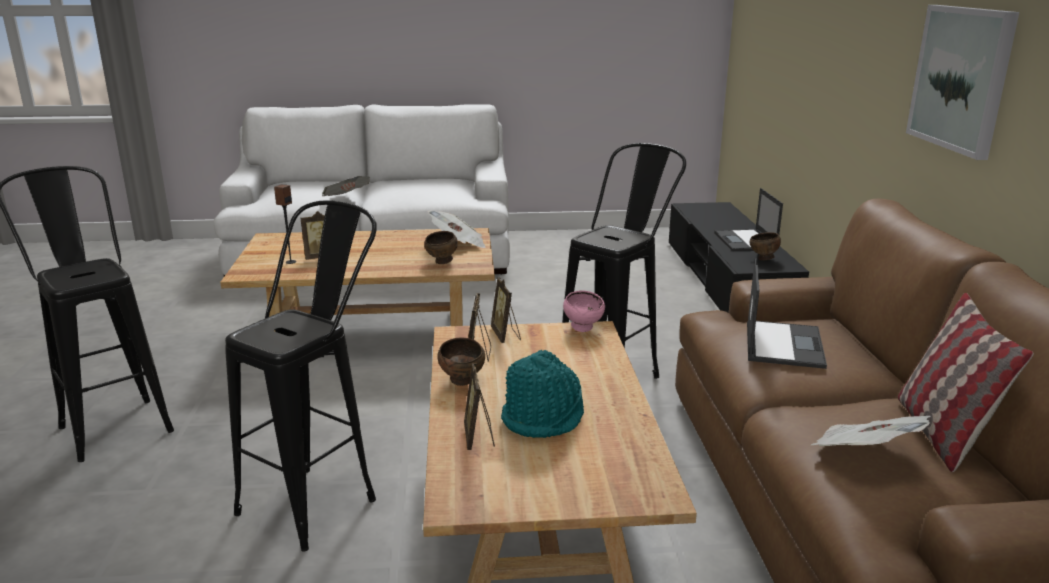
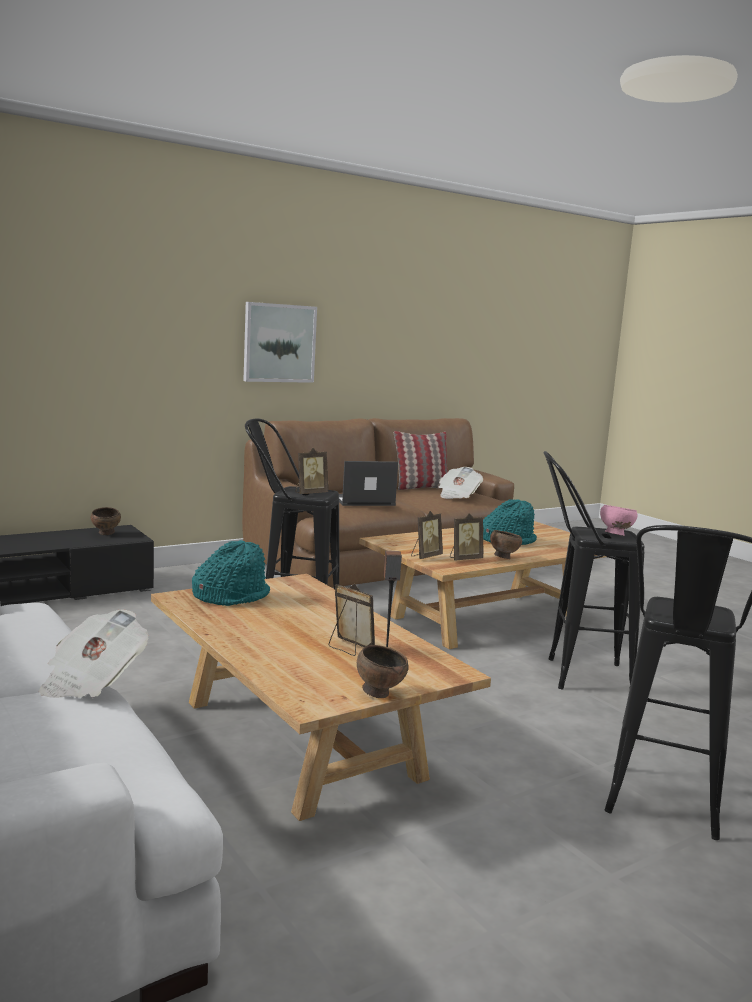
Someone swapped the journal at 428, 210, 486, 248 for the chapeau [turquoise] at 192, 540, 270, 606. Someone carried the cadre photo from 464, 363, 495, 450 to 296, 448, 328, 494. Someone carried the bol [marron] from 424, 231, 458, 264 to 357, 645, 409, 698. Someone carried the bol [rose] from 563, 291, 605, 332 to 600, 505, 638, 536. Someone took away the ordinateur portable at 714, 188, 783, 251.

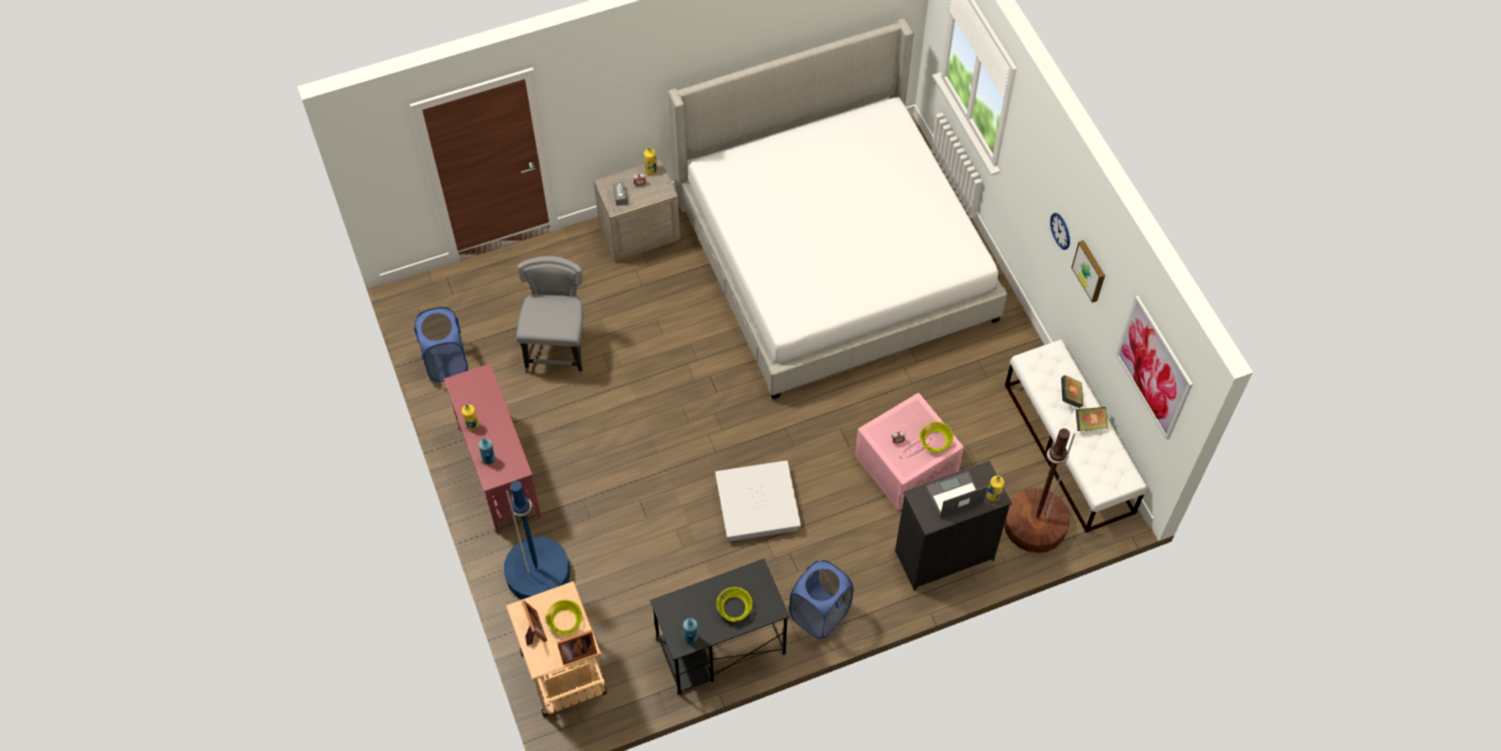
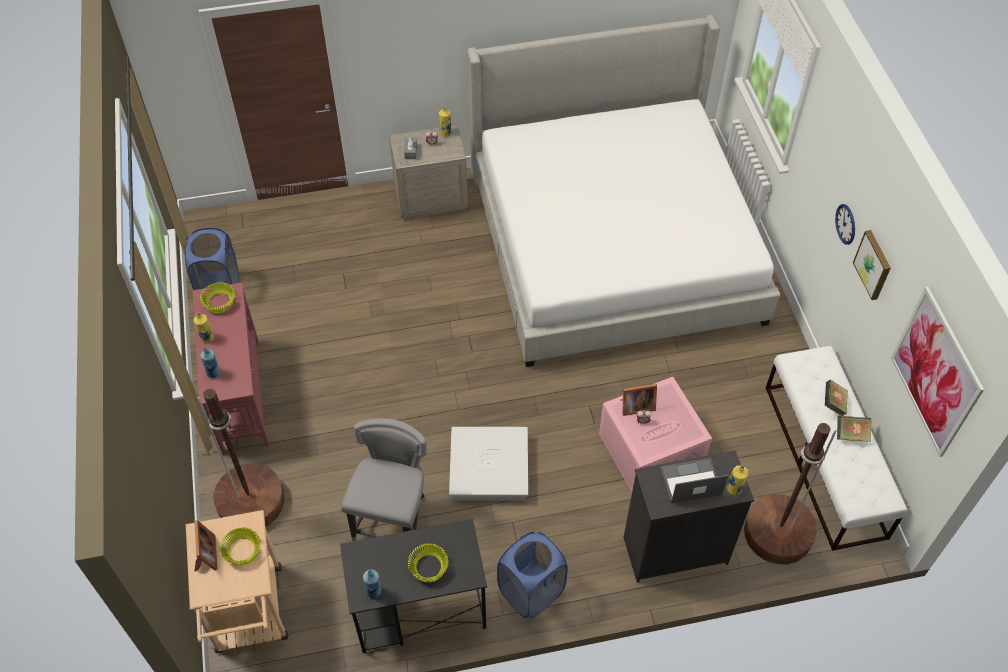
Someone repainted the lampadaire [bleu] at 504, 481, 570, 600, which became the lampadaire [marron] at 197, 389, 285, 527. Someone carried the bol [jaune] from 920, 421, 953, 453 to 200, 282, 235, 313. Someone carried the chaise [gris] from 516, 256, 584, 376 to 341, 418, 427, 541. Someone carried the cadre photo from 557, 630, 597, 665 to 621, 384, 657, 416.

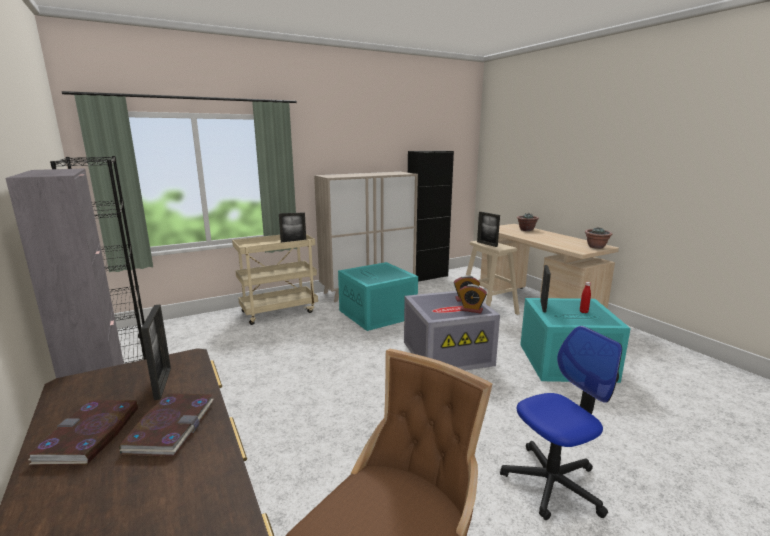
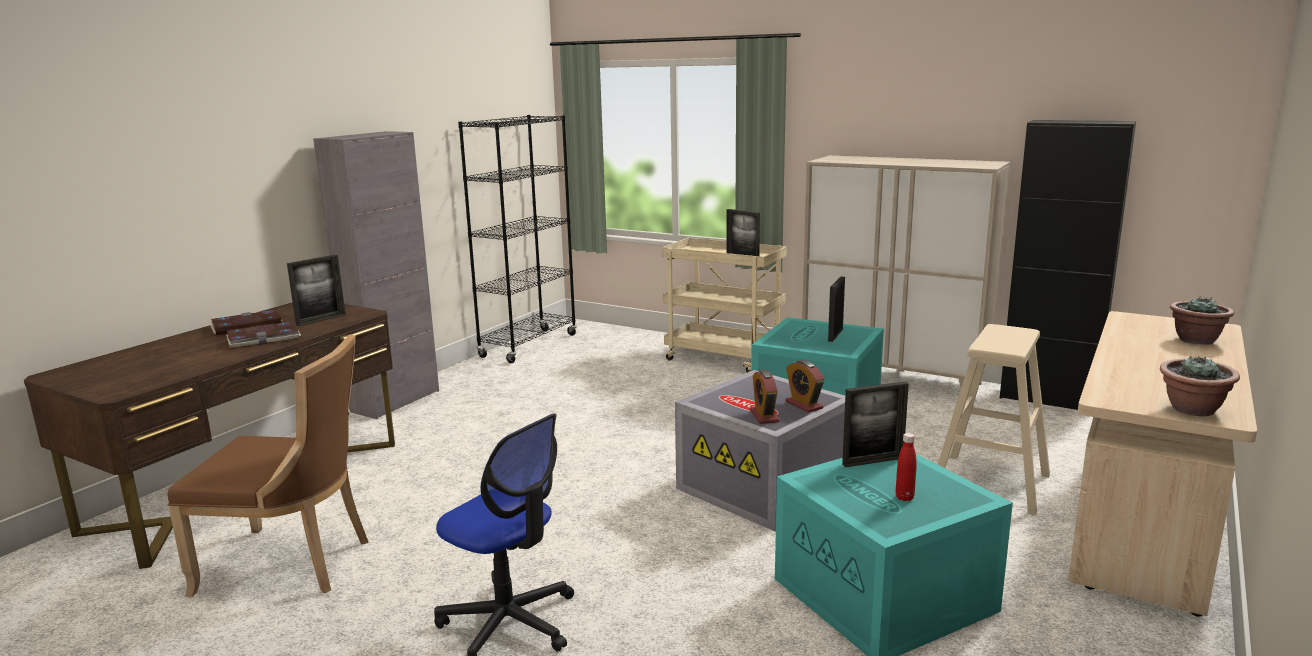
Someone carried the cadre photo from 477, 212, 500, 247 to 828, 277, 845, 342.

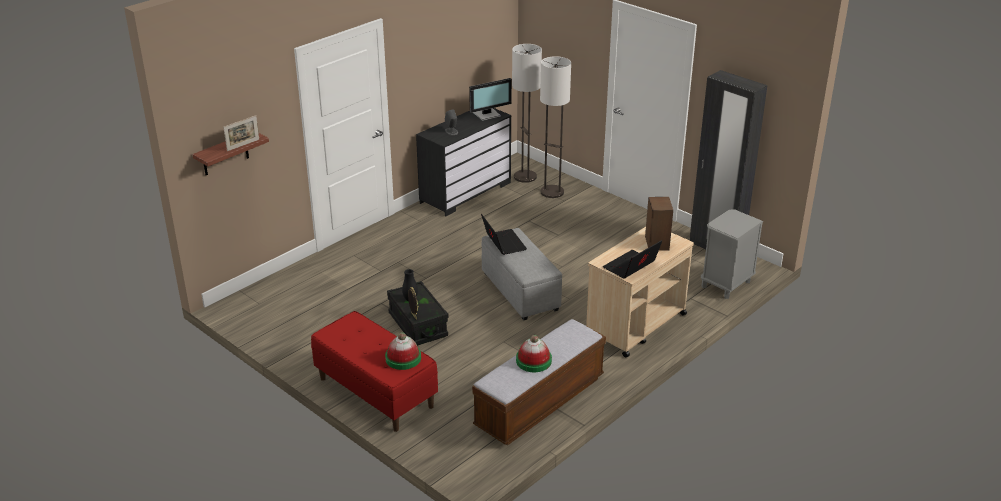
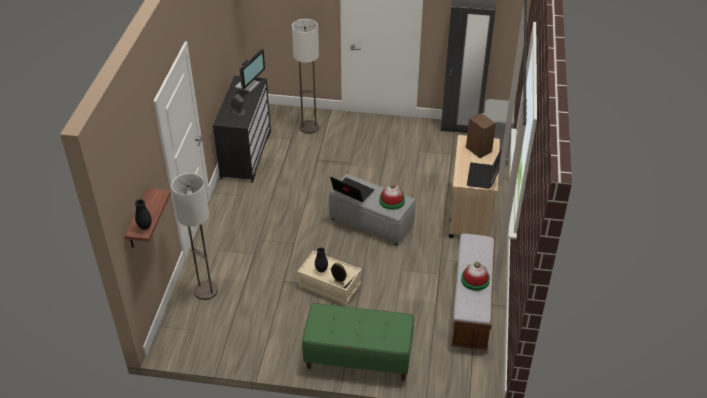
Someone put down the vase [noir] at 135, 199, 152, 230. Someone carried the lampadaire from 512, 44, 542, 183 to 171, 173, 218, 300. Someone repainted the boîte de rangement [noir] at 387, 281, 448, 346, which became the boîte de rangement [beige] at 297, 251, 362, 305. Someone repainted the banc [rouge] at 311, 311, 438, 432, which became the banc [vert] at 302, 303, 414, 381. Someone carried the chapeau from 385, 332, 421, 370 to 379, 183, 405, 210. Someone took away the cadre photo at 223, 115, 259, 151.

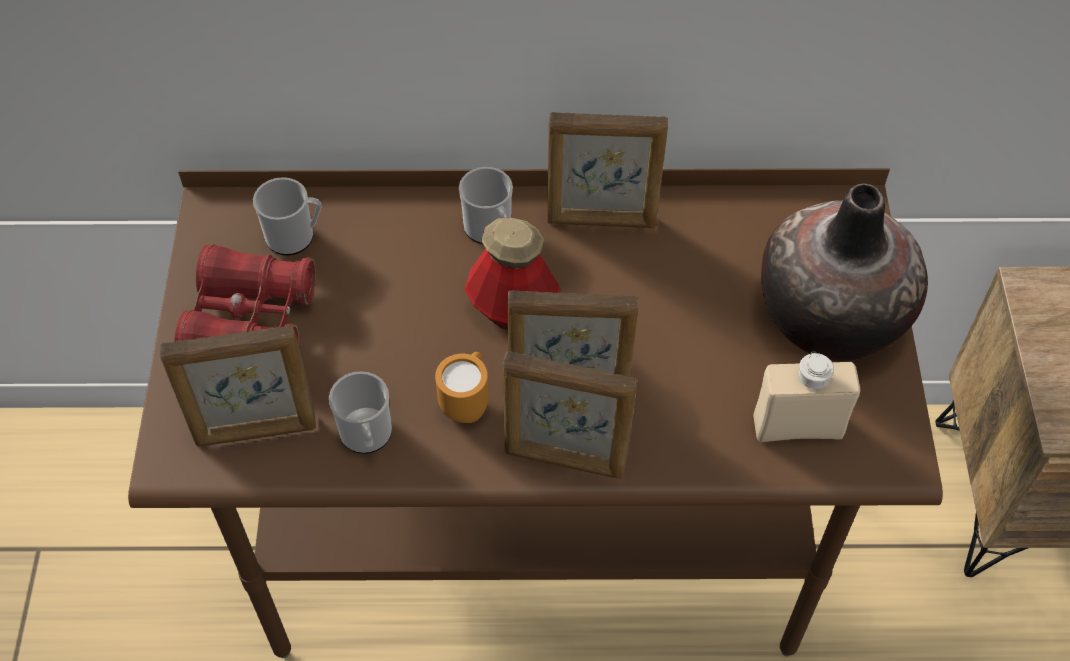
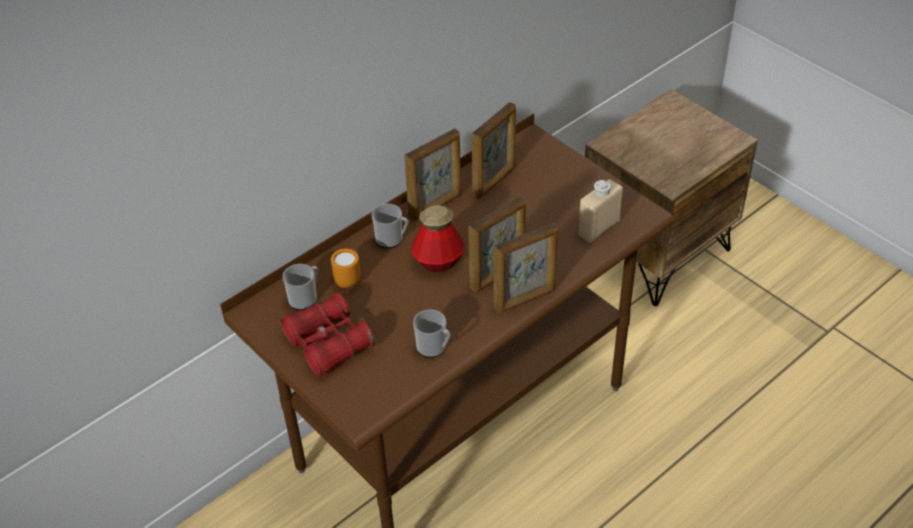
Someone carried the mug [orange] from 435, 352, 489, 423 to 331, 248, 360, 288. Someone carried the cadre photo from 159, 325, 316, 447 to 472, 102, 516, 199. Someone took away the vase at 761, 183, 928, 361.

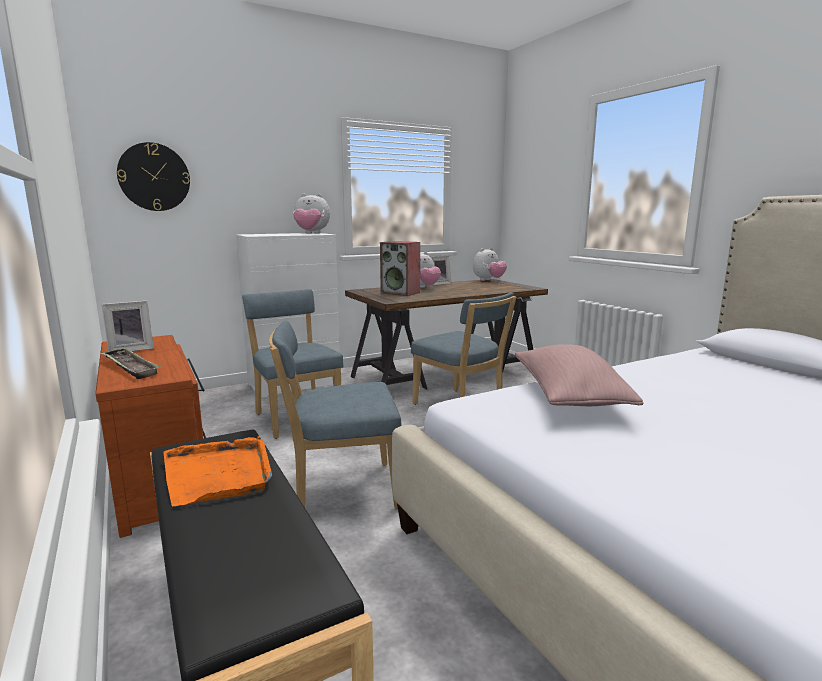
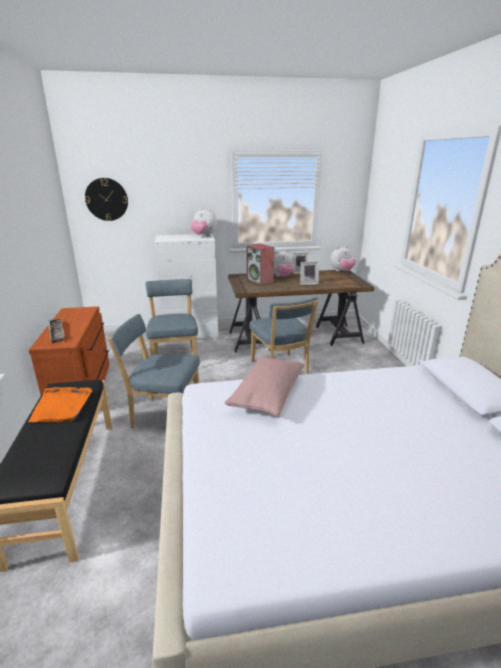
Someone carried the cadre photo from 102, 301, 154, 351 to 301, 261, 319, 285.

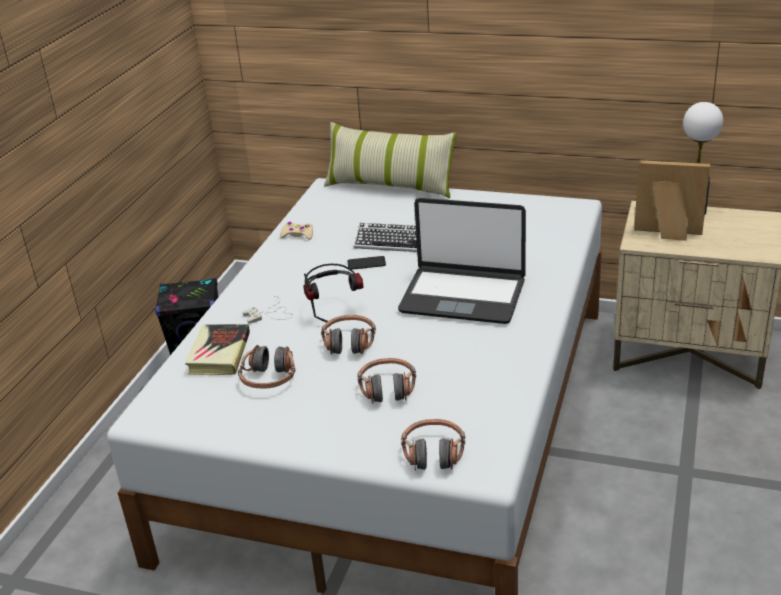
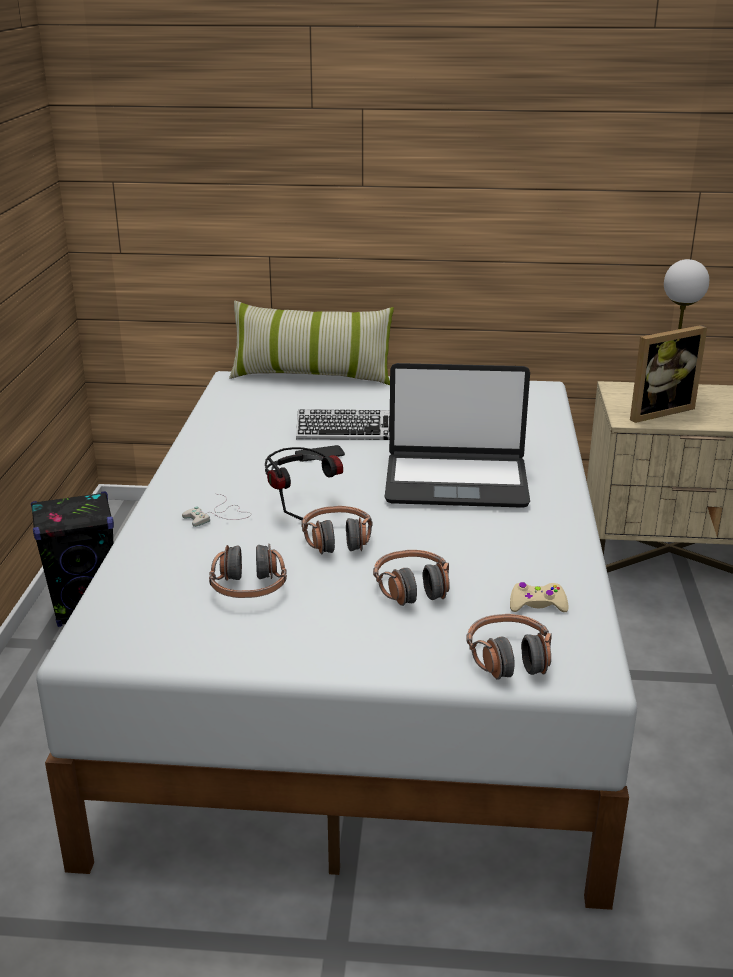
Someone carried the manette [beige] from 280, 222, 313, 240 to 510, 582, 569, 612. Someone rotated the cadre photo at 634, 160, 710, 241 by 150 degrees clockwise. Someone took away the livre at 185, 324, 250, 375.

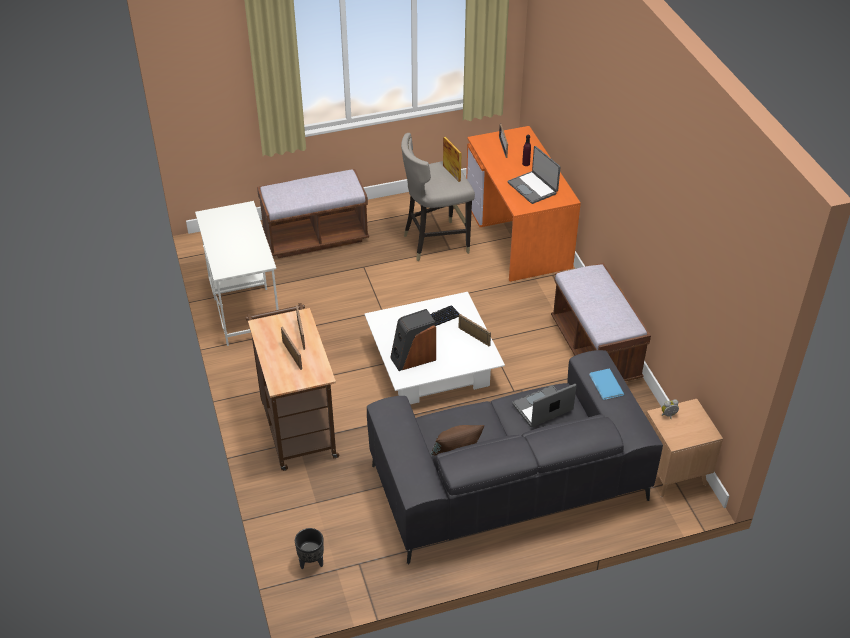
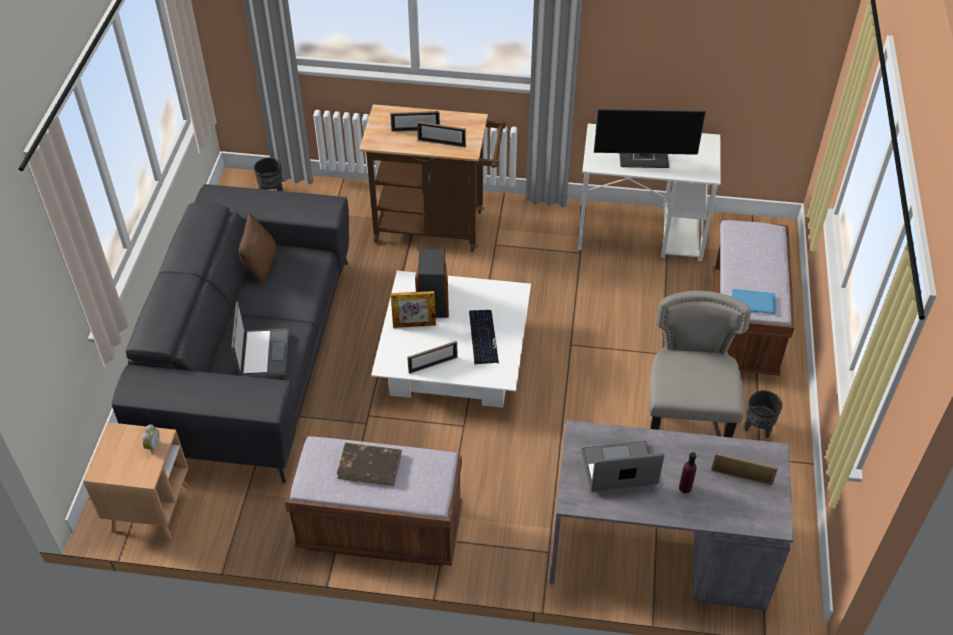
Someone put down the livre [marron] at 337, 443, 402, 486. Someone carried the cadre photo from 443, 137, 462, 182 to 391, 291, 436, 328. Someone repainted the bureau [orange] at 466, 126, 581, 282, which became the bureau [gris] at 550, 420, 794, 610. Someone put down the écran d'ordinateur at 594, 109, 706, 168. Someone carried the livre [bleu] from 590, 369, 624, 400 to 732, 289, 776, 314. Someone put down the cache-pot [noir] at 744, 390, 782, 438.

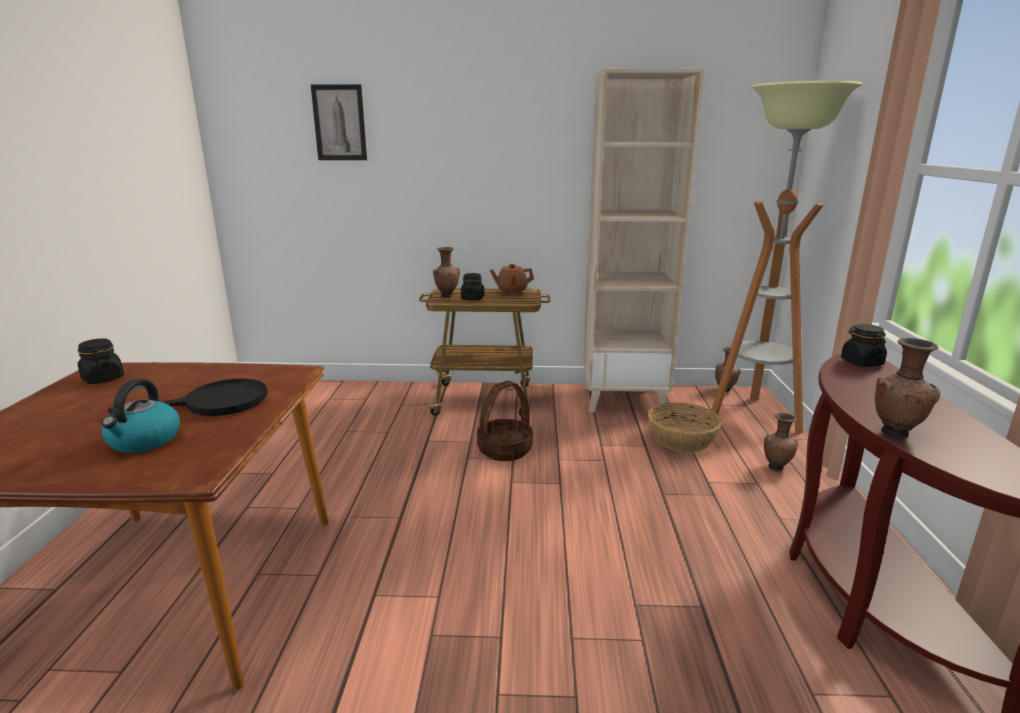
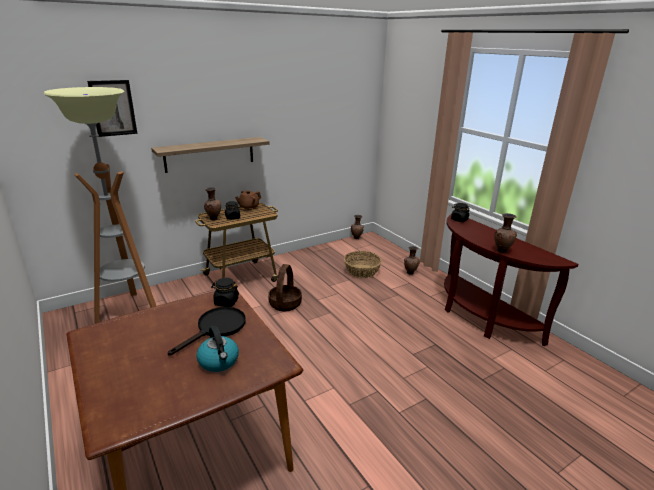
Someone carried the lampadaire from 711, 80, 862, 435 to 44, 87, 156, 324. Someone put up the étagère at 151, 137, 270, 173. Someone carried the bocal [noir] from 78, 339, 124, 384 to 211, 278, 239, 307. Someone took away the bibliothèque [beige] at 583, 69, 705, 413.

